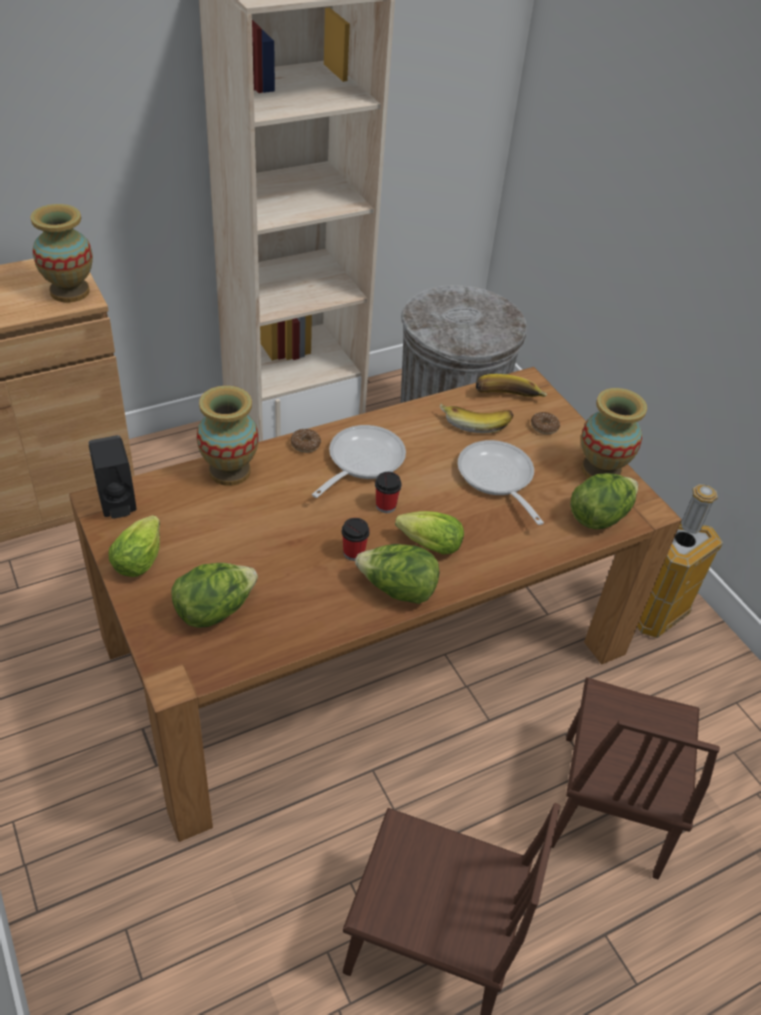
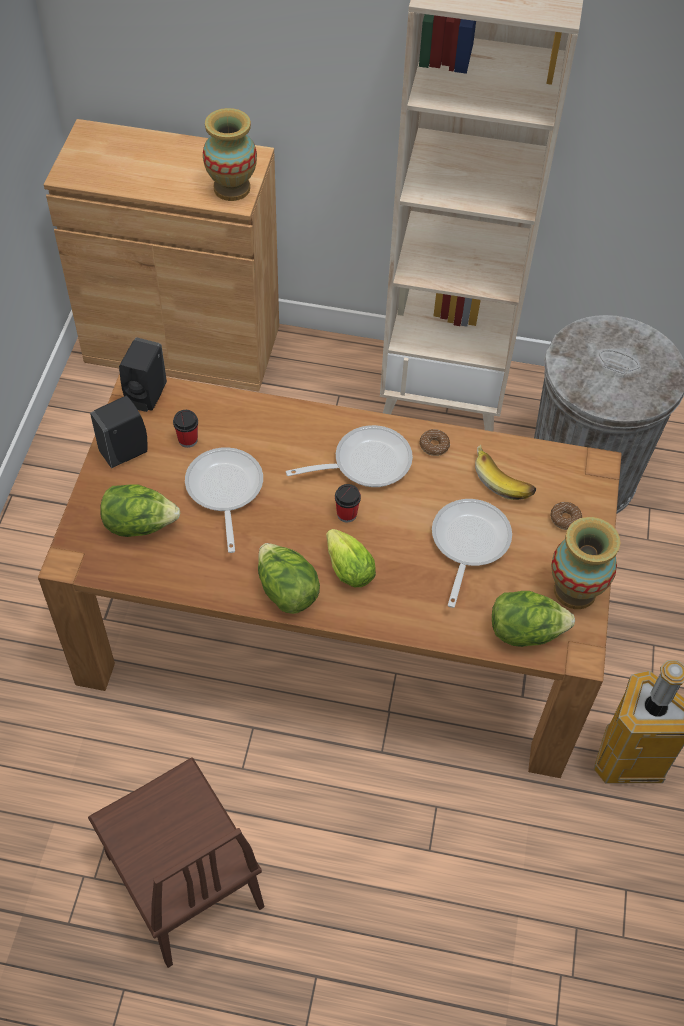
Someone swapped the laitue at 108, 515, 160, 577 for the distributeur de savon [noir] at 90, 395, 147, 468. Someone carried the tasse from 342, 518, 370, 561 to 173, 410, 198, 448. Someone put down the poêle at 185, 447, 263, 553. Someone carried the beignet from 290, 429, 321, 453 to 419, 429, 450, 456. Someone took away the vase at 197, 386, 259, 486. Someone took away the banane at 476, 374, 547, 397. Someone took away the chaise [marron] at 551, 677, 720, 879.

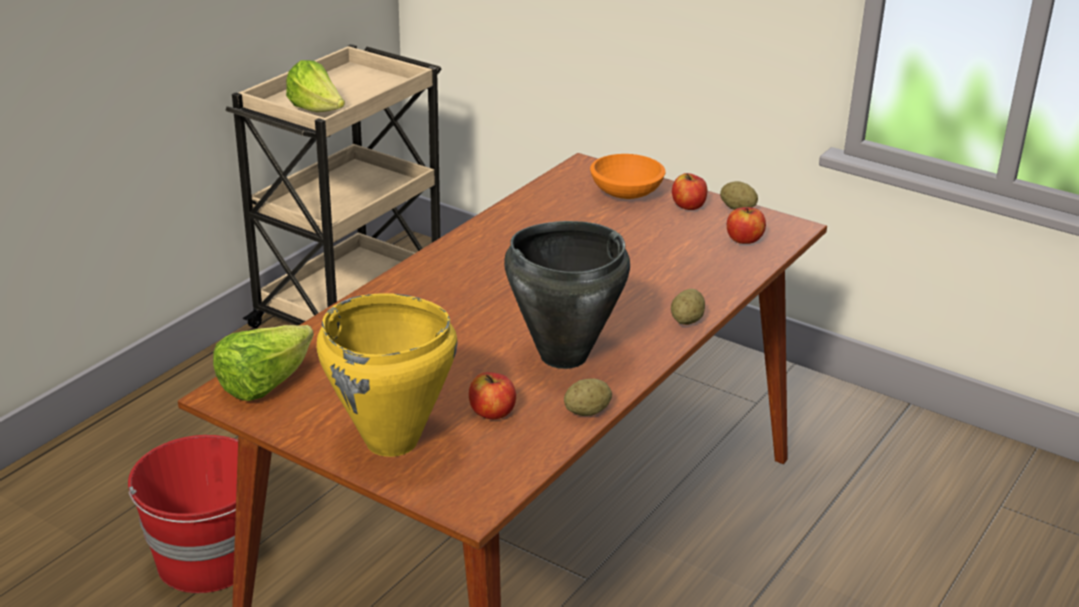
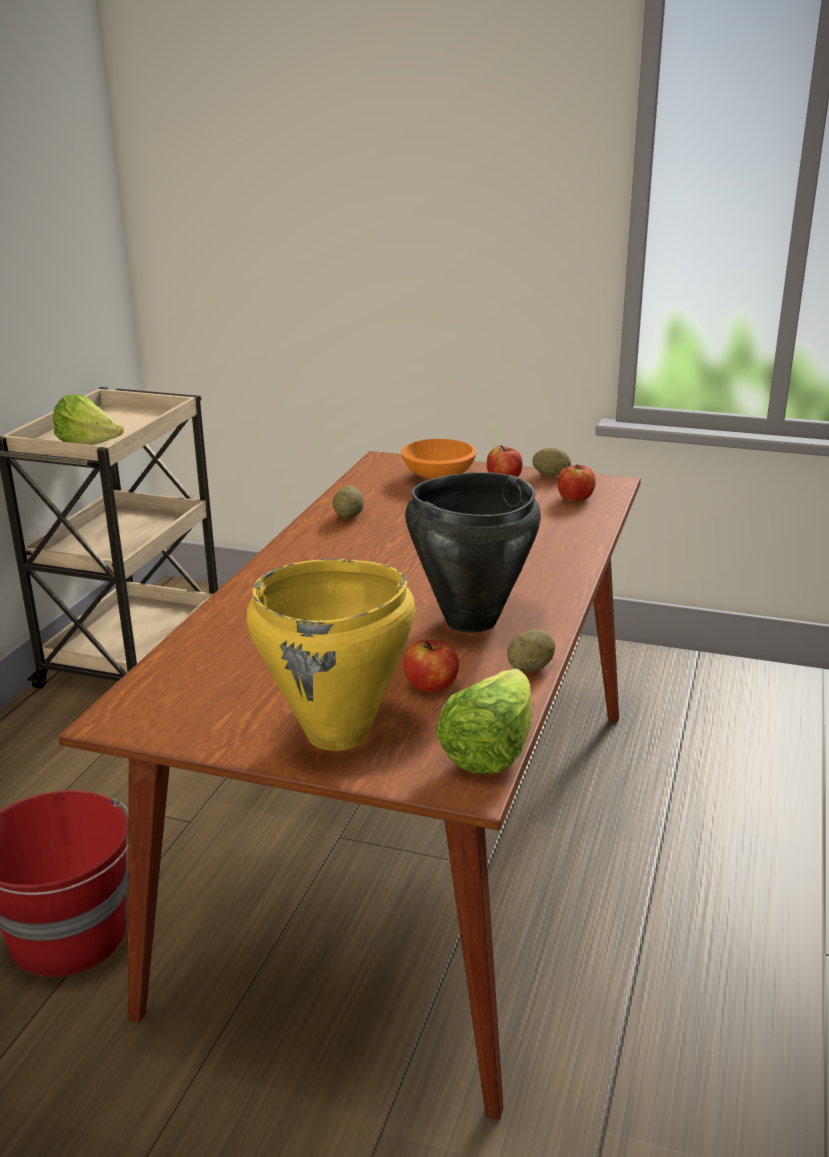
Someone carried the pomme de terre from 671, 289, 705, 325 to 332, 485, 364, 518. Someone carried the laitue from 213, 325, 314, 401 to 435, 669, 532, 774.

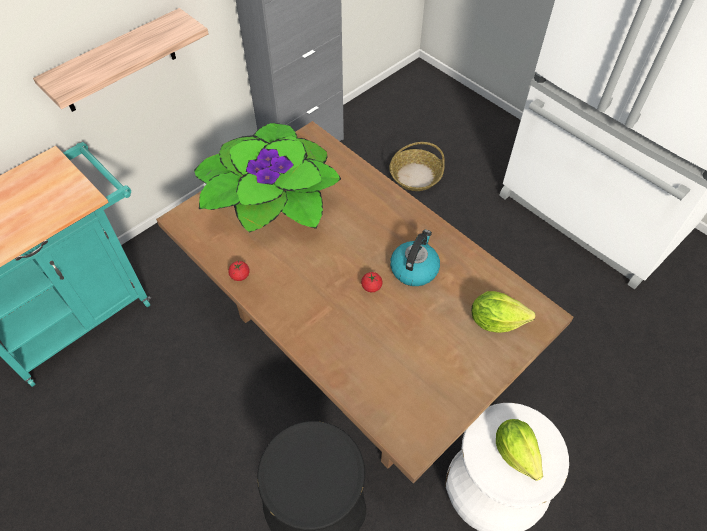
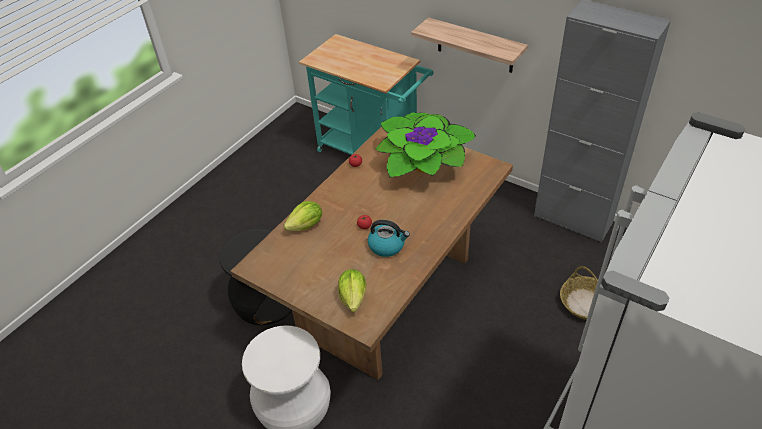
Someone carried the laitue from 496, 419, 543, 481 to 283, 201, 322, 231.

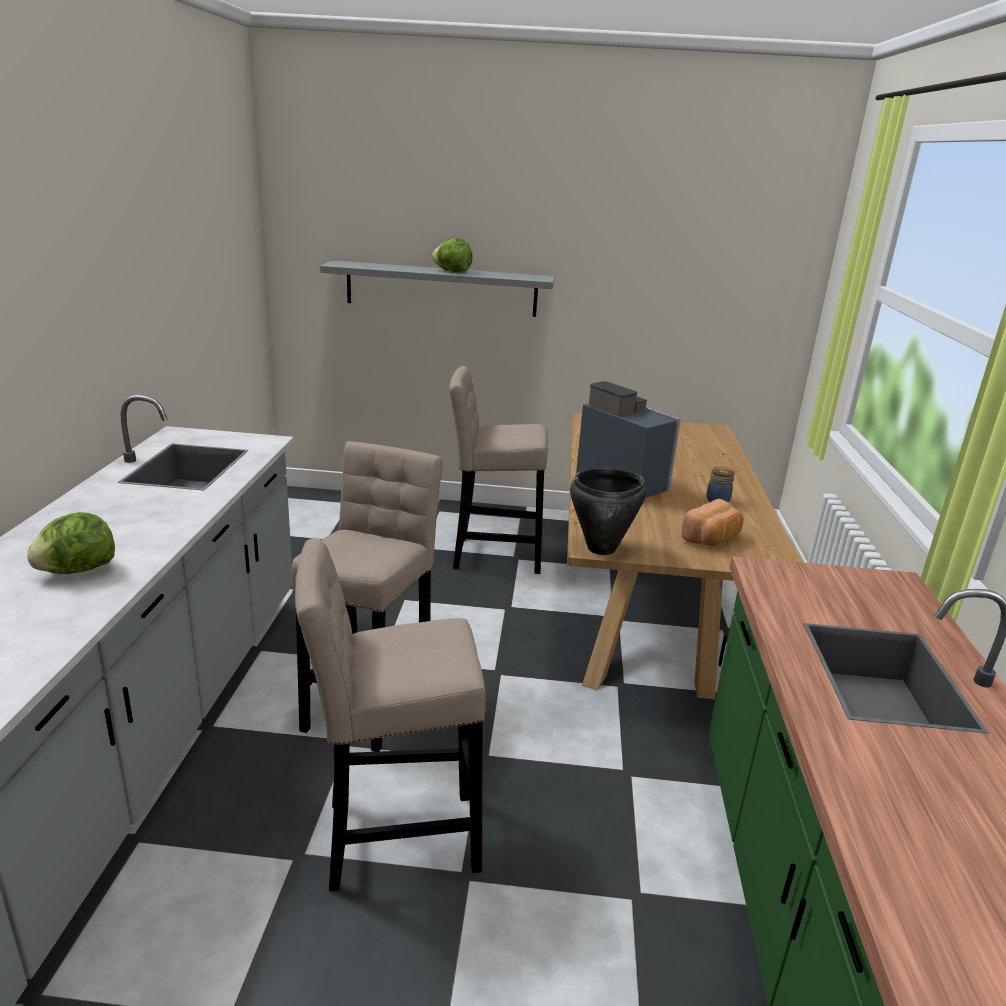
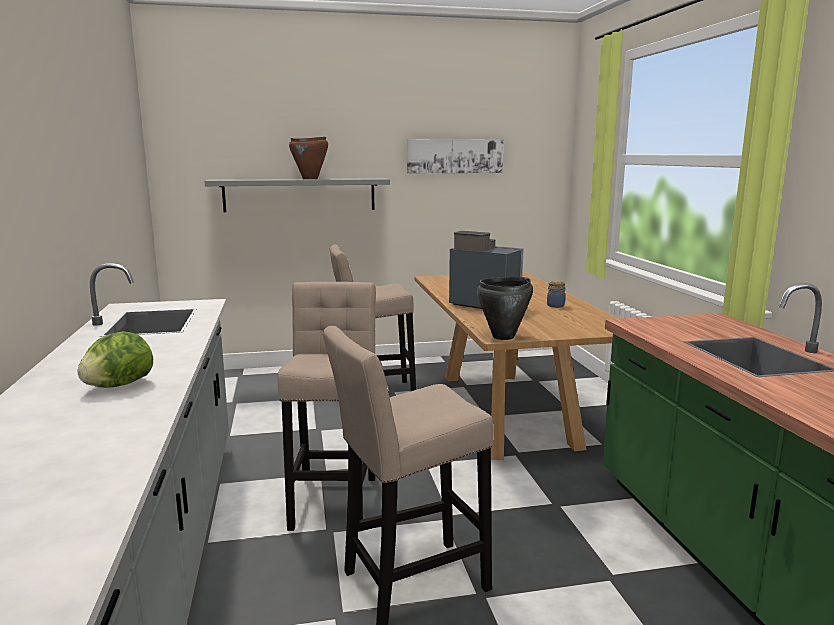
Someone swapped the laitue at 432, 238, 473, 272 for the marmite [marron] at 289, 137, 328, 179. Someone put up the tableau at 407, 139, 504, 173. Someone took away the pain at 681, 499, 744, 546.

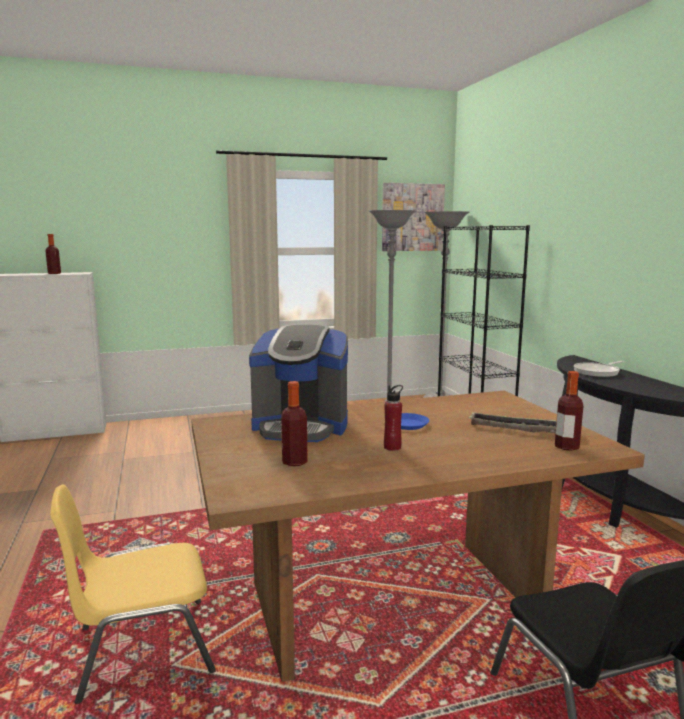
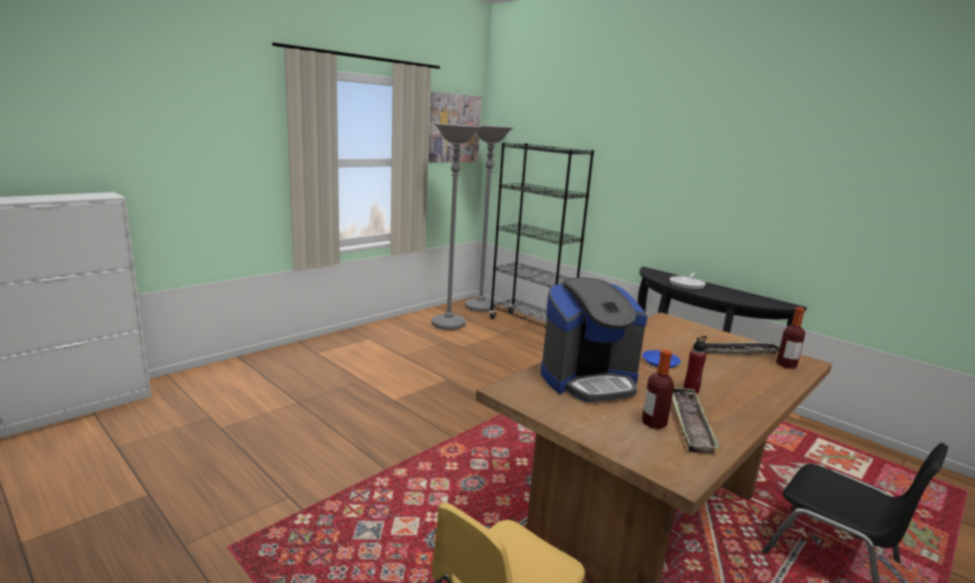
Someone put down the plateau at 672, 388, 721, 454. Someone took away the bouteille at 45, 234, 61, 274.

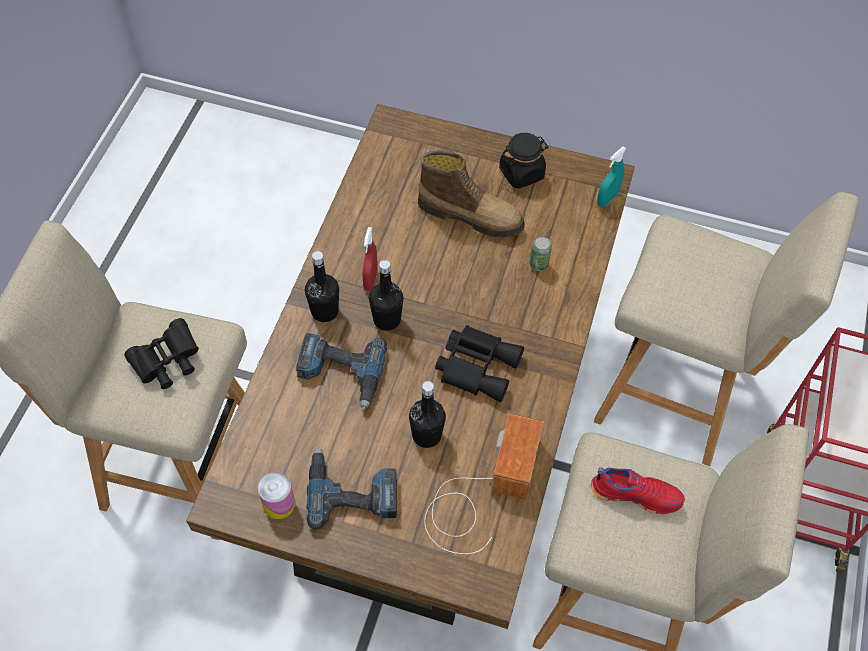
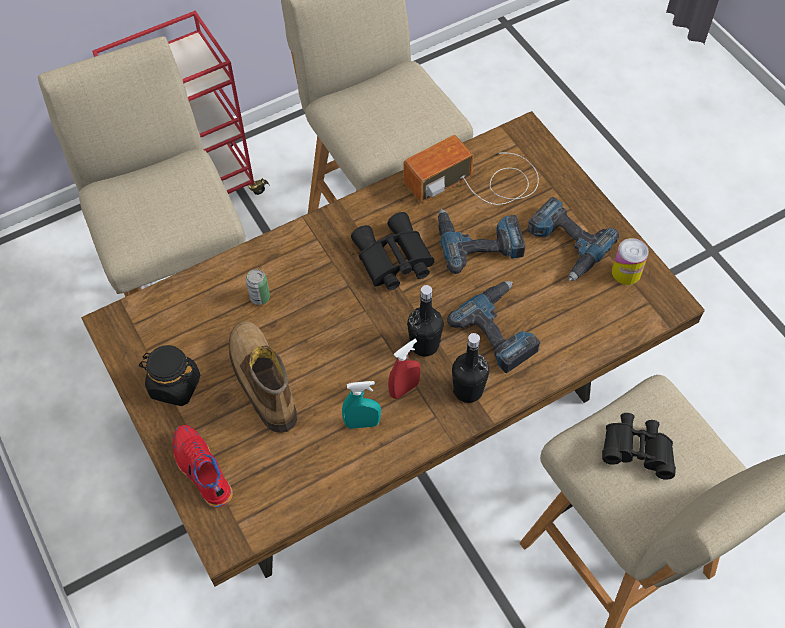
Someone carried the chaussure [rouge] from 591, 467, 685, 514 to 173, 425, 233, 508. Someone carried the vaporisateur [turquoise] from 597, 147, 626, 207 to 342, 381, 381, 429. Someone swapped the bouteille [noir] at 409, 381, 446, 448 for the perceuse at 438, 209, 525, 274.

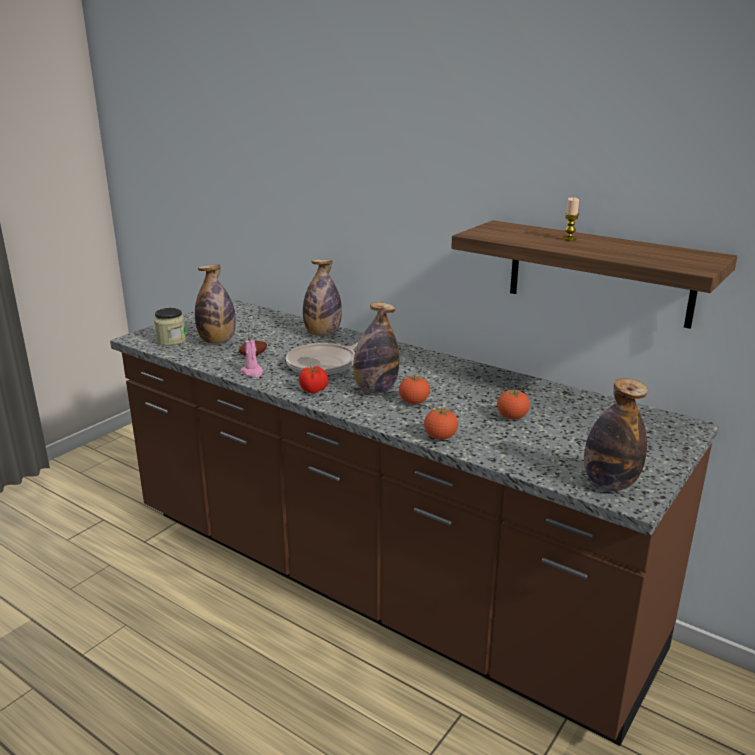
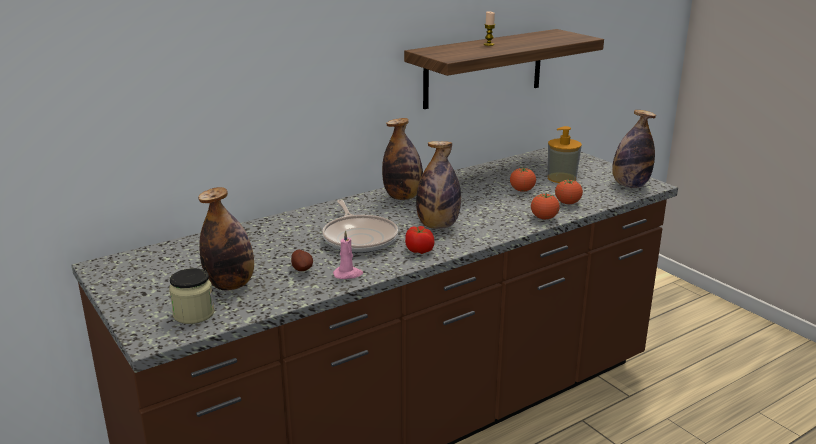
Someone carried the bouteille from 303, 260, 342, 336 to 382, 118, 423, 200. Someone put down the distributeur de savon at 547, 126, 582, 183. Someone carried the tomate from 399, 375, 430, 404 to 555, 179, 583, 204.

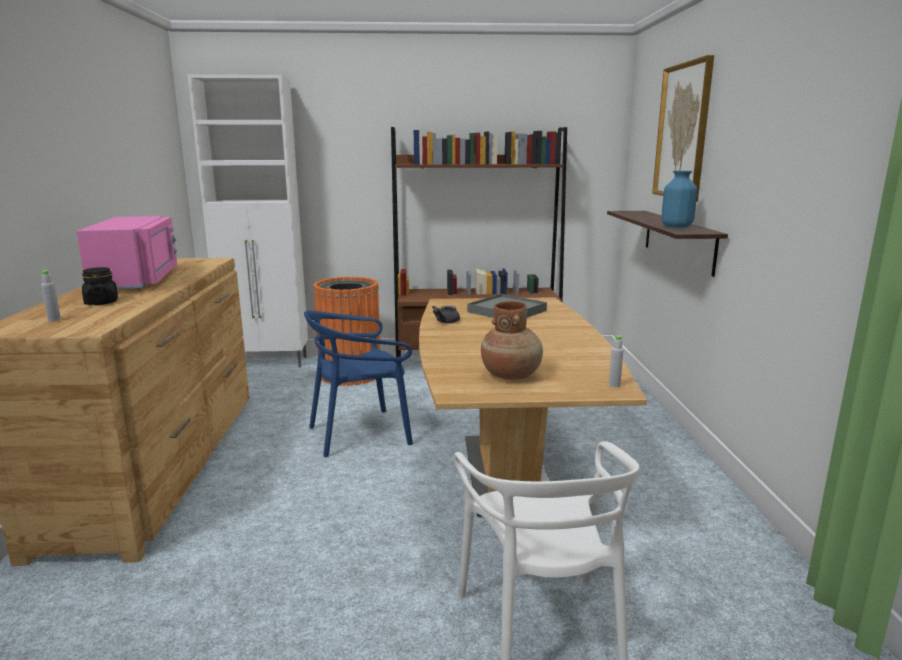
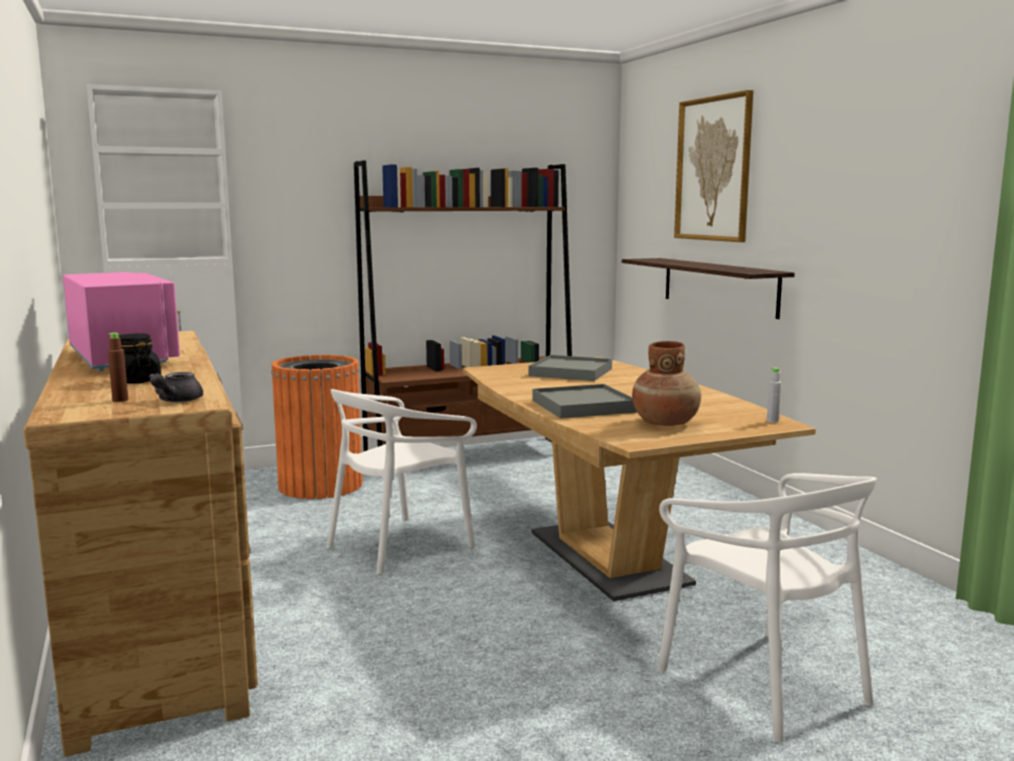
Someone repainted the bouteille [gris] at 41, 270, 61, 322, which became the bouteille [marron] at 108, 333, 128, 402. Someone carried the théière [gris] from 432, 306, 460, 323 to 148, 372, 203, 402. Someone repainted the chaise [bleu] at 304, 311, 413, 457, which became the chaise [blanc] at 327, 389, 477, 575. Someone put down the plateau [gris] at 533, 384, 637, 418. Someone took away the vase [bleu] at 661, 171, 697, 228.

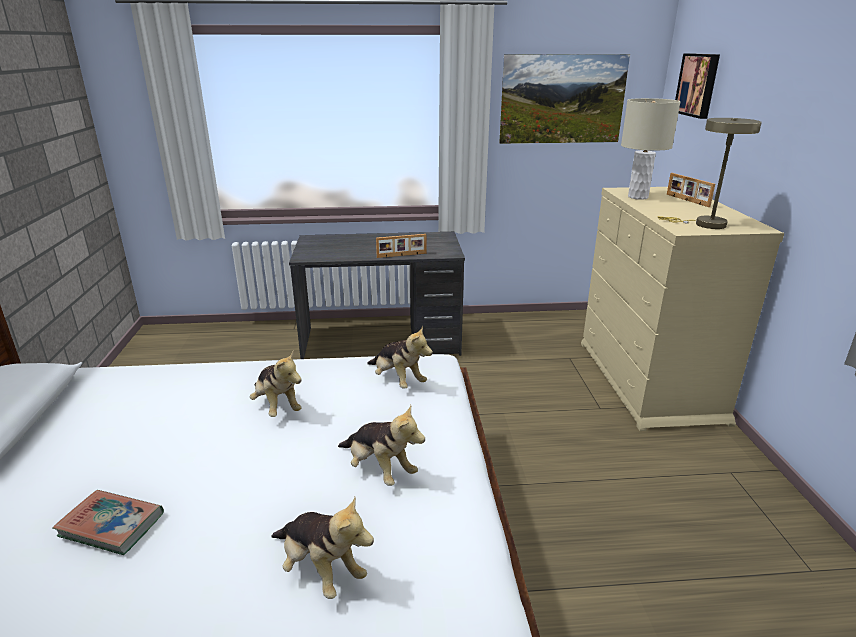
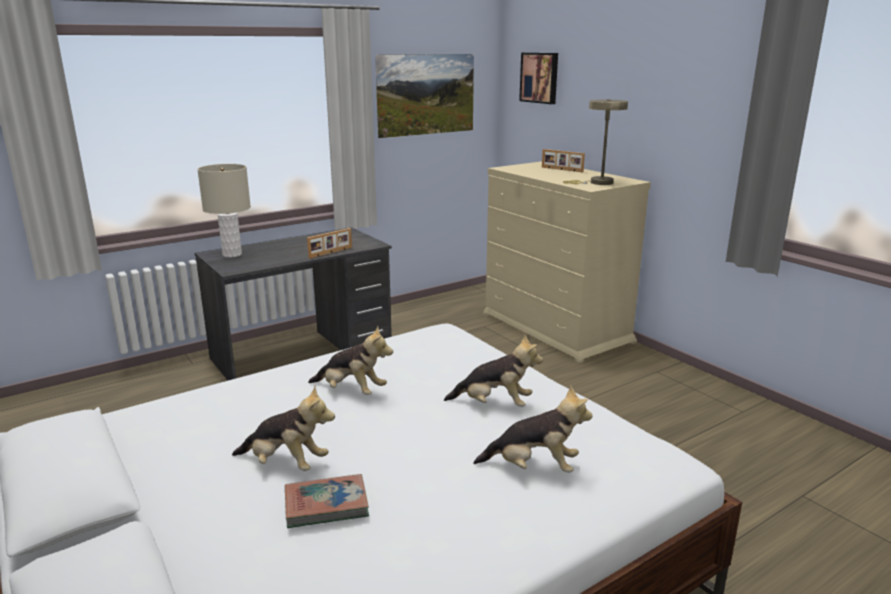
Someone carried the lampe de table [beige] from 621, 98, 681, 200 to 197, 164, 251, 258. Someone carried the peluche from 367, 326, 433, 389 to 232, 386, 335, 471.

